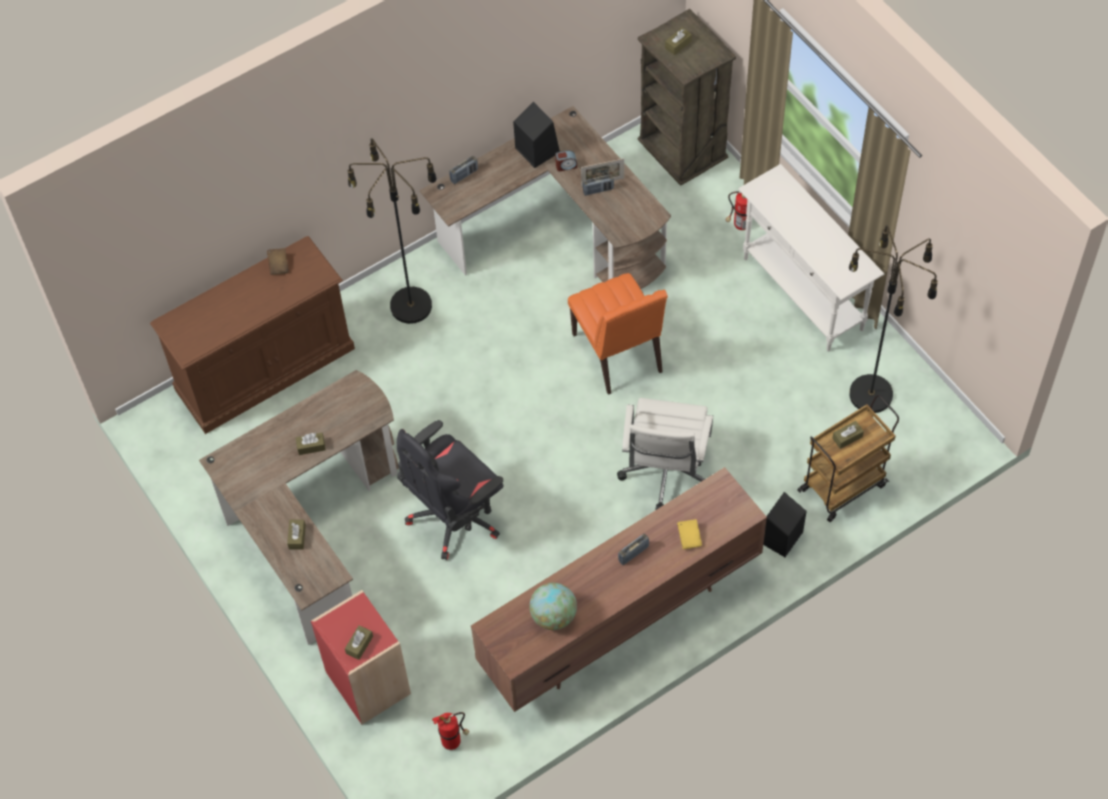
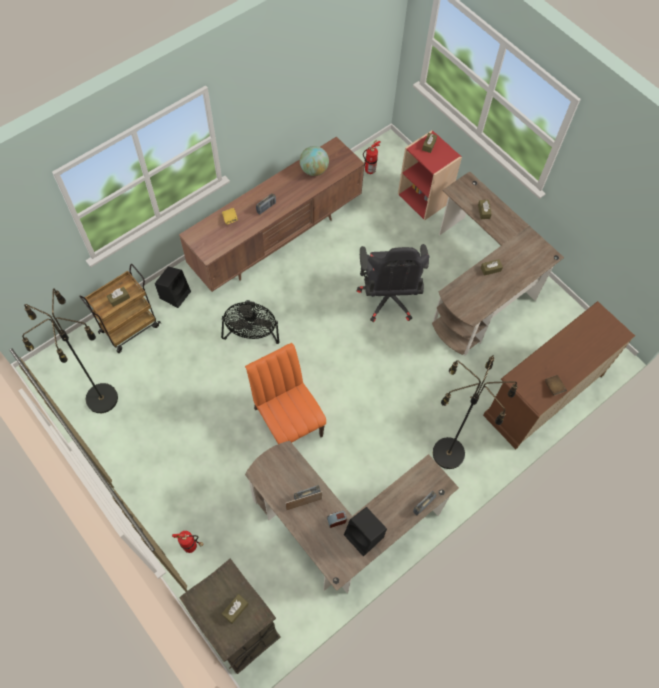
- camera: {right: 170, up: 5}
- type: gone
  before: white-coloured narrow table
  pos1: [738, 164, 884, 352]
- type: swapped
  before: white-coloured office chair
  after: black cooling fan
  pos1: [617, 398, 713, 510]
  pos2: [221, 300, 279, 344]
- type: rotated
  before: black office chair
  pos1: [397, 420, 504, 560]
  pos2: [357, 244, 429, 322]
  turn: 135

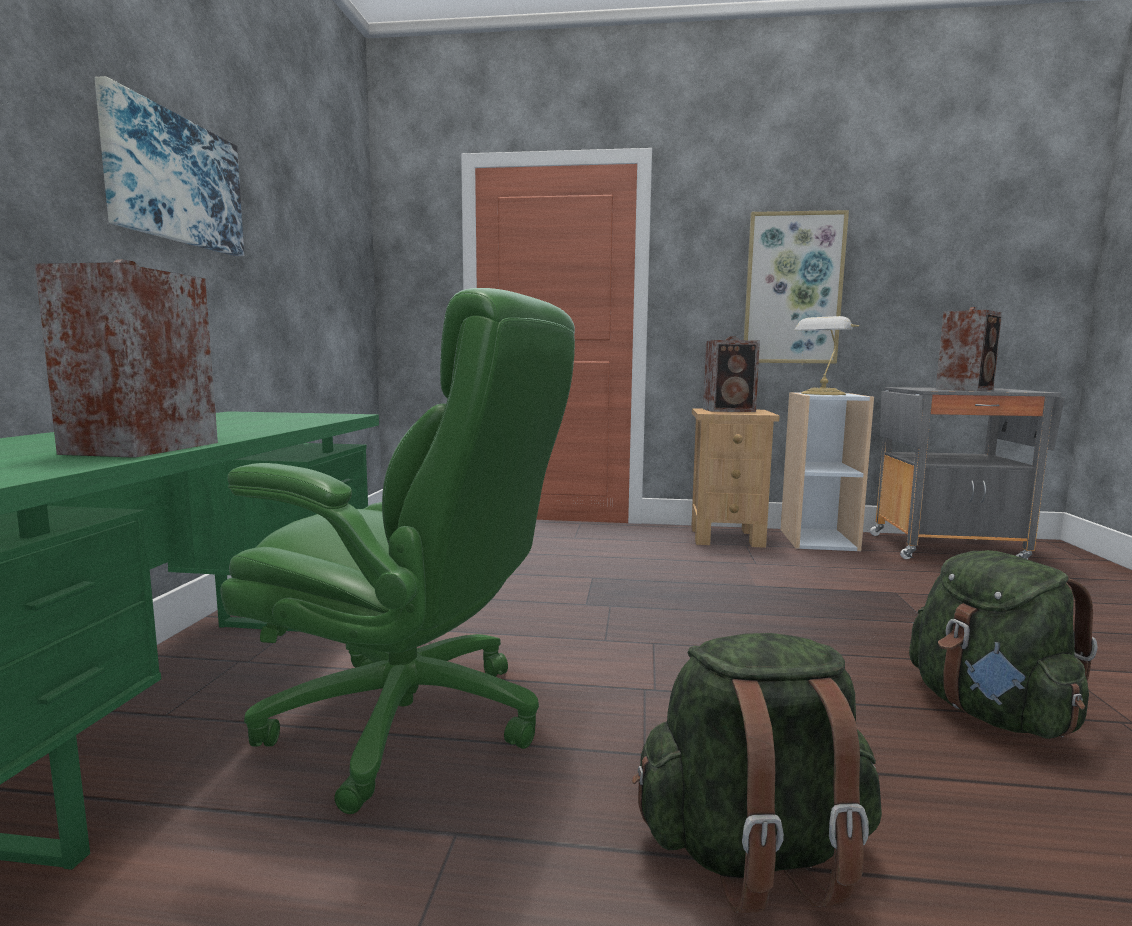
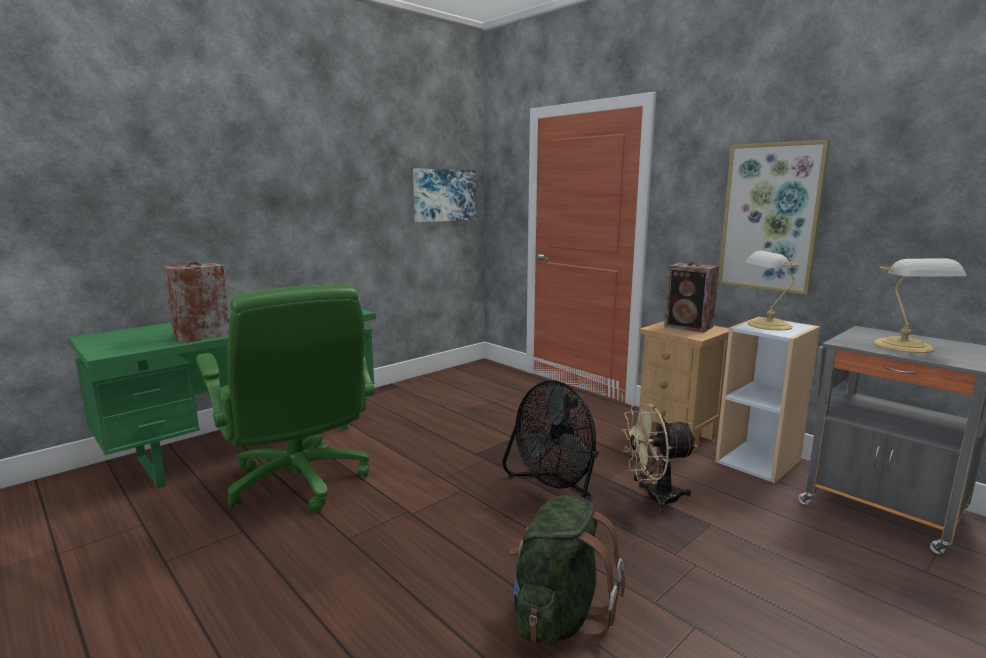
- camera: {right: 40, up: 5}
- type: gone
  before: green-coloured knapsack
  pos1: [632, 633, 882, 913]
- type: new
  after: black cooling fan
  pos2: [503, 380, 599, 502]
- type: new
  after: beige-coloured cooling fan
  pos2: [621, 404, 697, 512]
- type: shifted
  before: wall picture
  pos1: [94, 76, 244, 256]
  pos2: [413, 169, 476, 222]
- type: swapped
  before: audio speaker
  after: tabletop lamp
  pos1: [936, 307, 1002, 391]
  pos2: [874, 259, 966, 353]

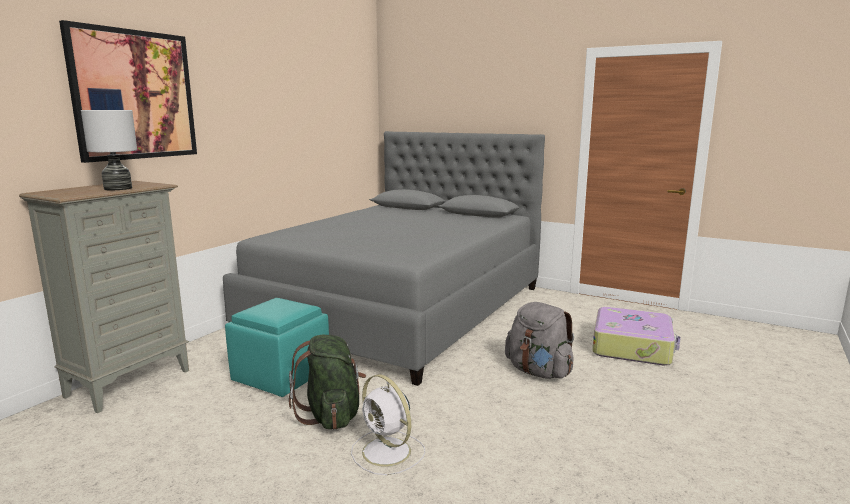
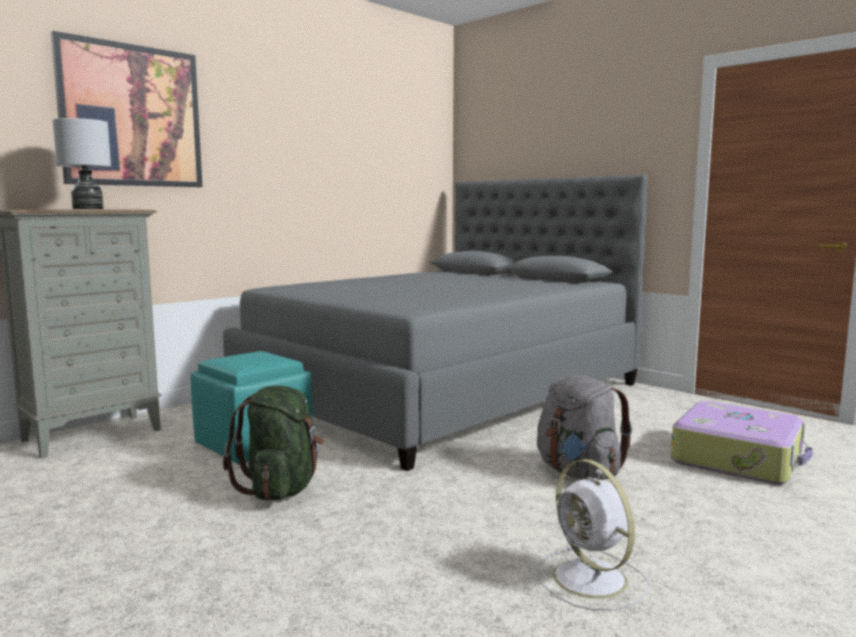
- camera: {right: 15, up: -5}
- type: shifted
  before: white-coloured cooling fan
  pos1: [351, 374, 425, 475]
  pos2: [537, 459, 651, 610]

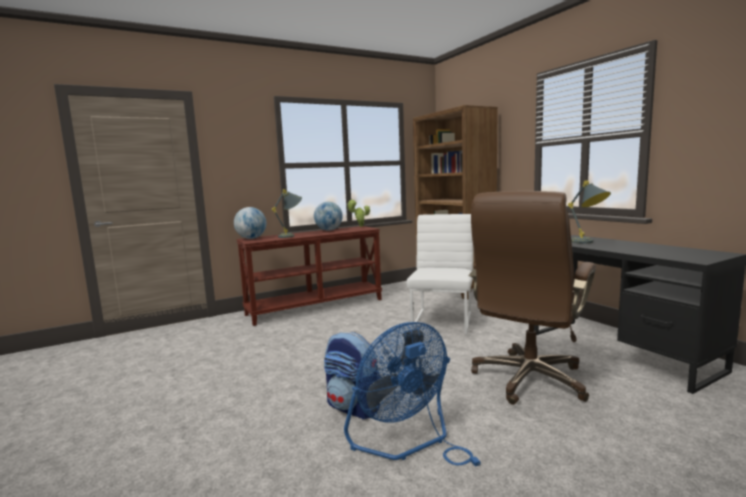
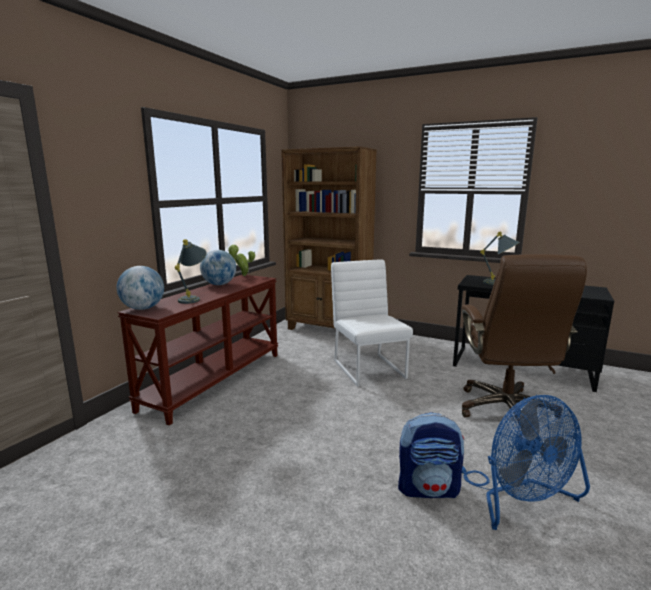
- camera: {right: -35, up: 5}
- type: rotated
  before: blue-coloured cooling fan
  pos1: [344, 322, 481, 466]
  pos2: [462, 395, 590, 530]
  turn: -135

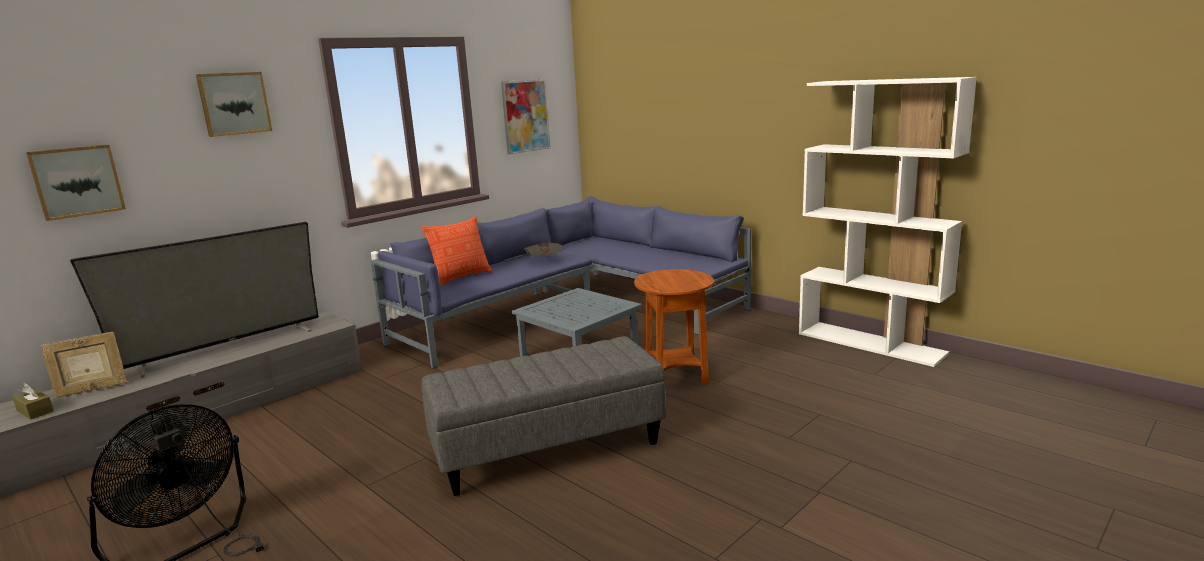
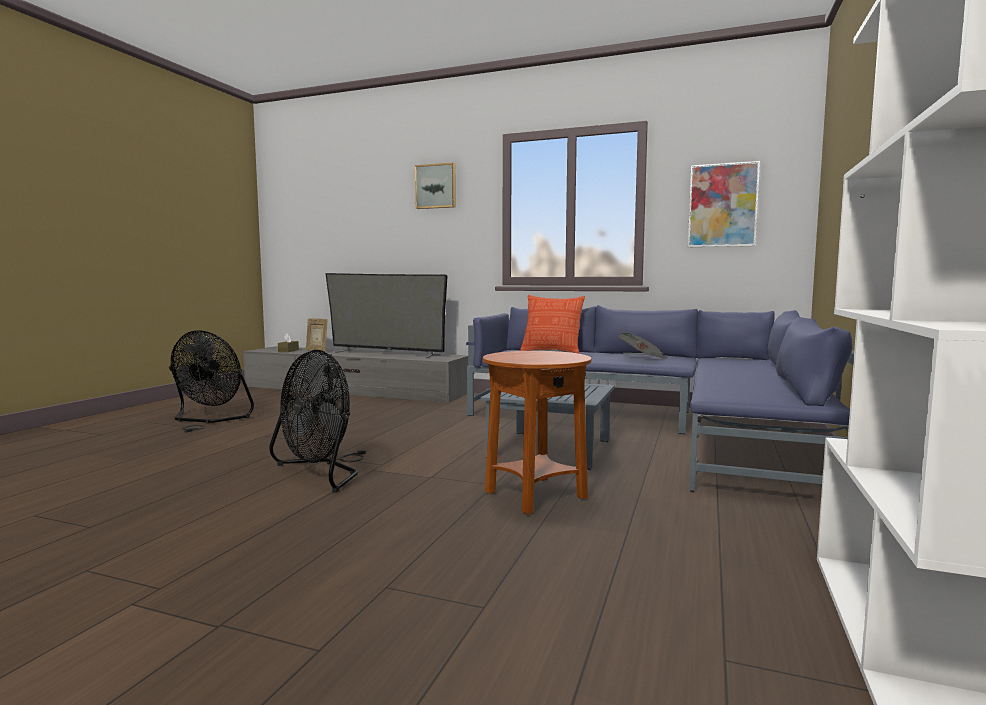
- camera: {right: 65, up: -10}
- type: gone
  before: wall picture
  pos1: [26, 144, 126, 221]
- type: swapped
  before: grey pouffe
  after: black cooling fan
  pos1: [421, 336, 666, 496]
  pos2: [269, 350, 366, 493]

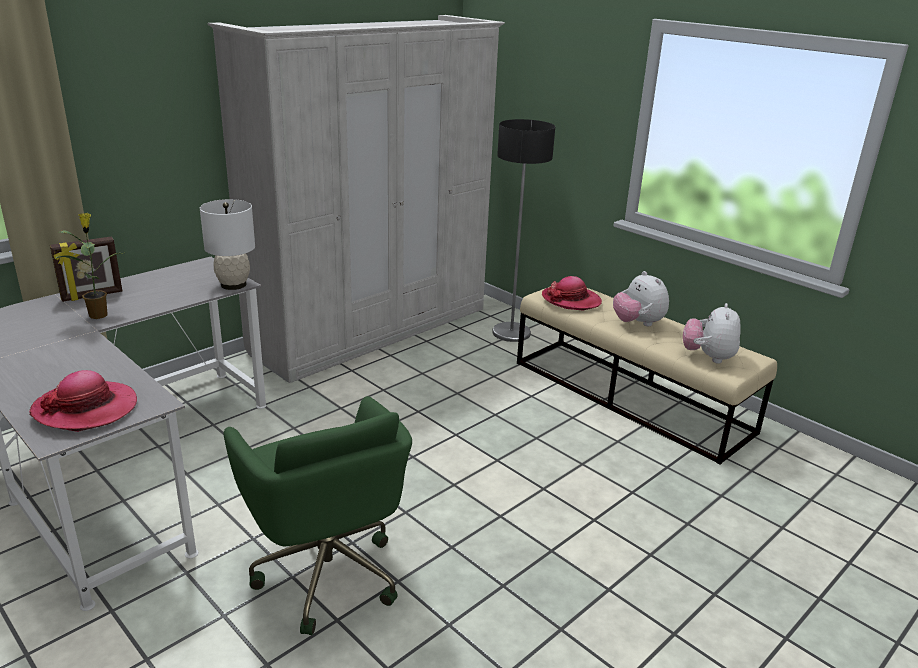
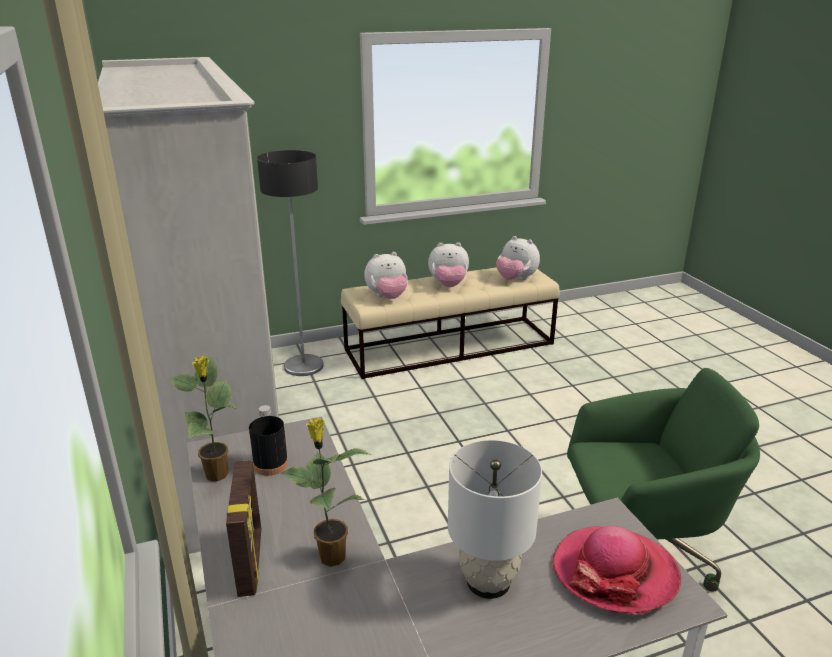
- camera: {right: -65, up: 0}
- type: new
  after: plant in a pot
  pos2: [169, 355, 237, 481]
- type: new
  after: black drink bottle
  pos2: [249, 405, 288, 475]
- type: shifted
  before: white-coloured tabletop lamp
  pos1: [200, 199, 255, 290]
  pos2: [448, 440, 542, 599]
- type: swapped
  before: wearable hat
  after: cuddly toy
  pos1: [542, 276, 602, 311]
  pos2: [364, 252, 408, 299]

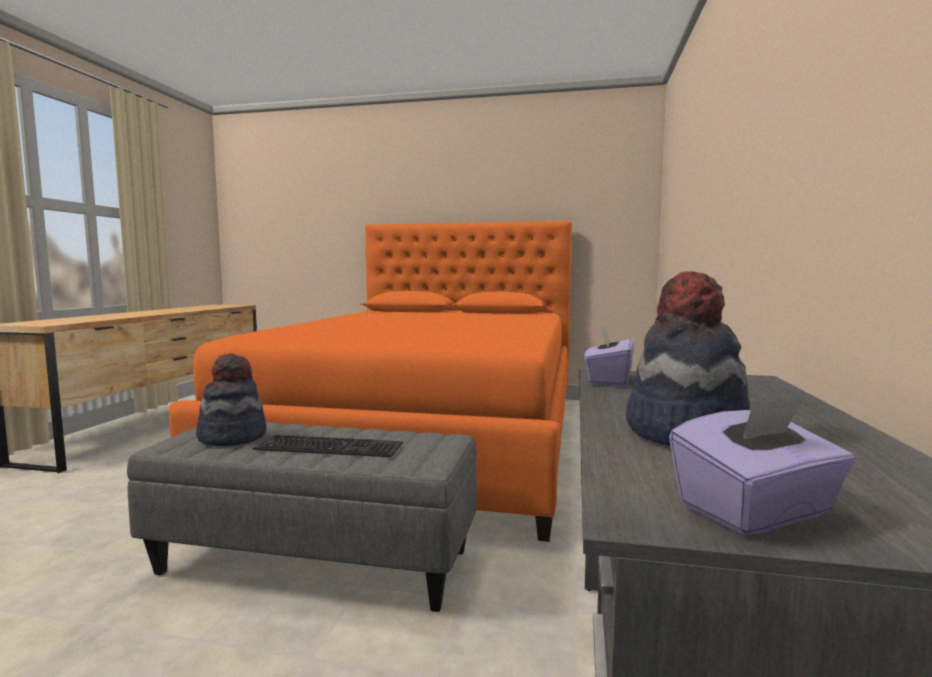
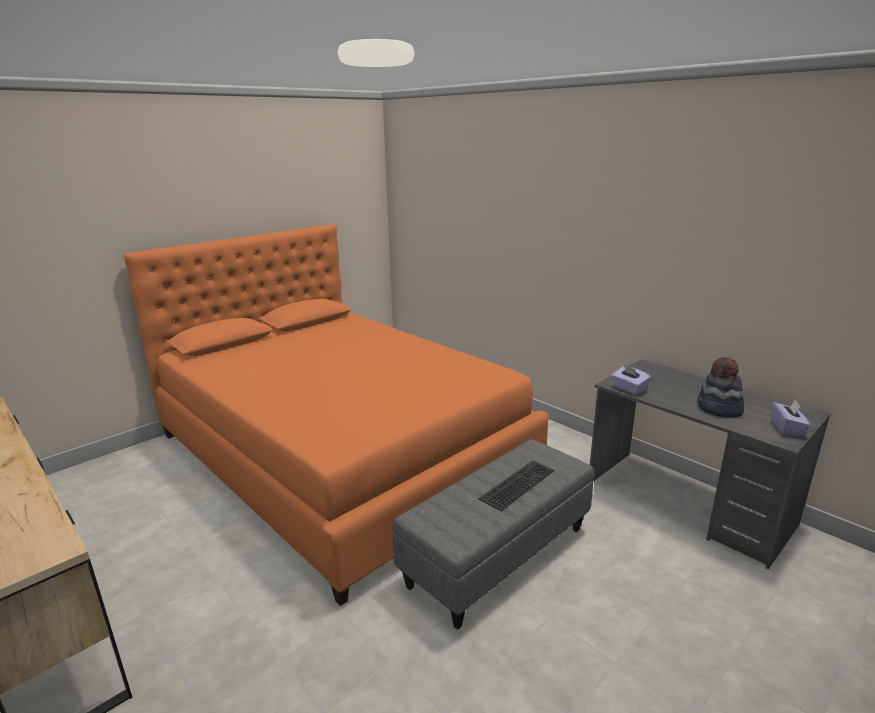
- camera: {right: -55, up: 15}
- type: gone
  before: wearable hat
  pos1: [196, 353, 266, 446]

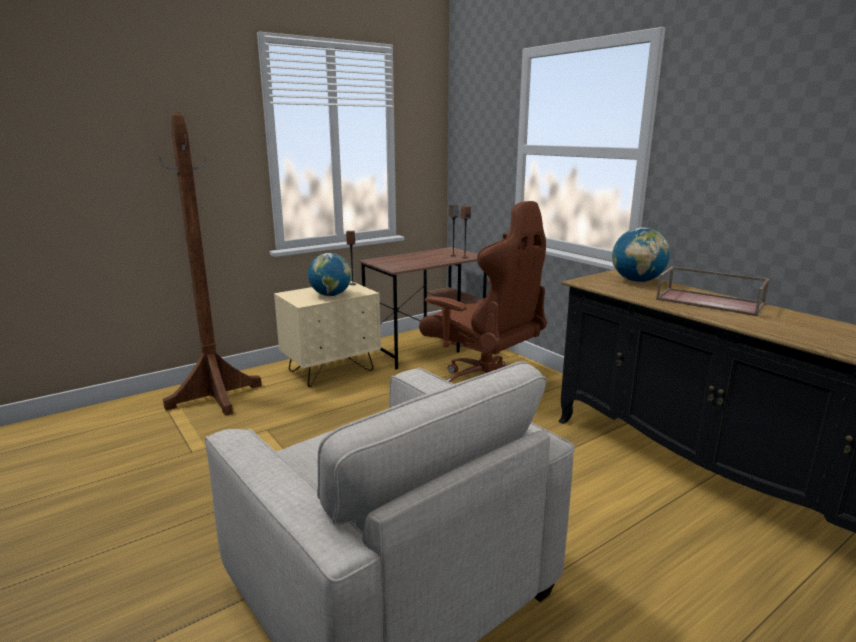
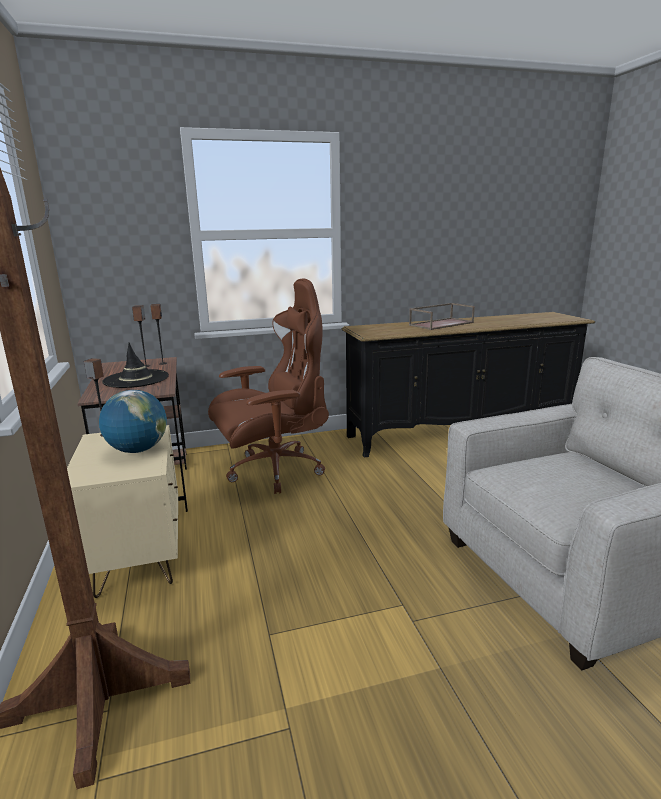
- camera: {right: -70, up: 0}
- type: gone
  before: world globe
  pos1: [612, 227, 670, 283]
- type: new
  after: black wearable hat
  pos2: [102, 343, 169, 388]

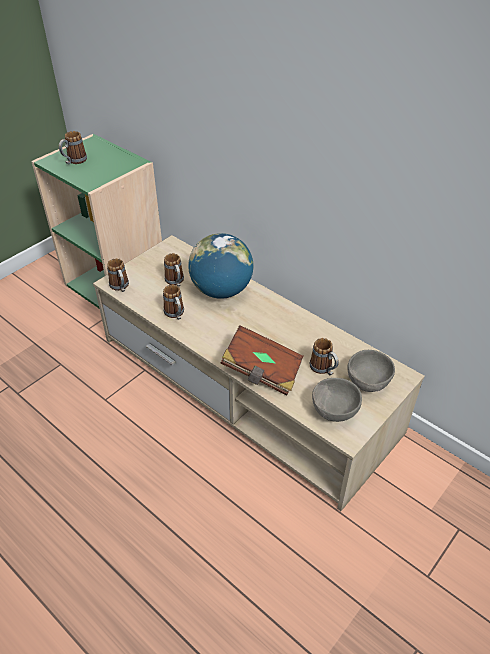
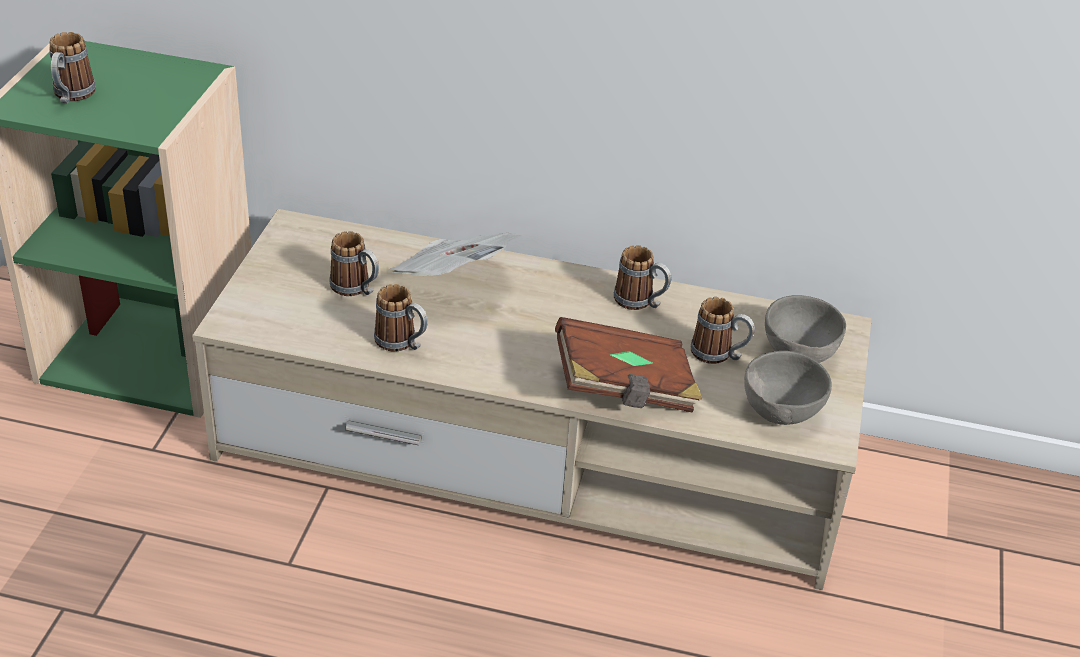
- camera: {right: -30, up: -5}
- type: shifted
  before: mug
  pos1: [107, 258, 129, 292]
  pos2: [614, 245, 671, 310]
- type: swapped
  before: world globe
  after: daily paper
  pos1: [188, 233, 254, 299]
  pos2: [389, 233, 521, 276]

